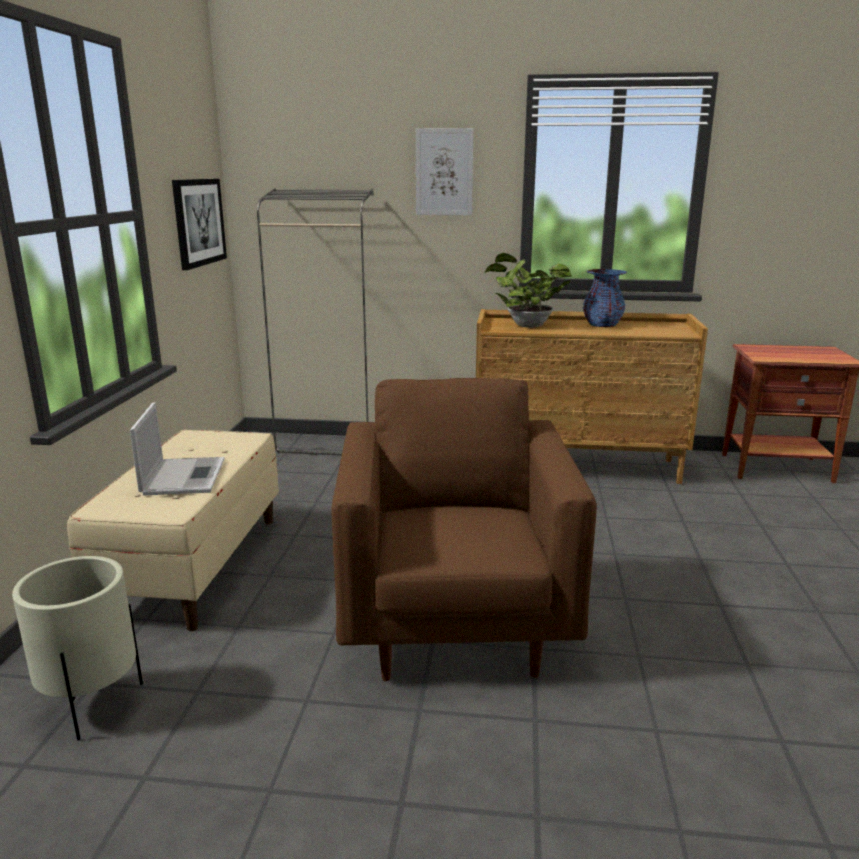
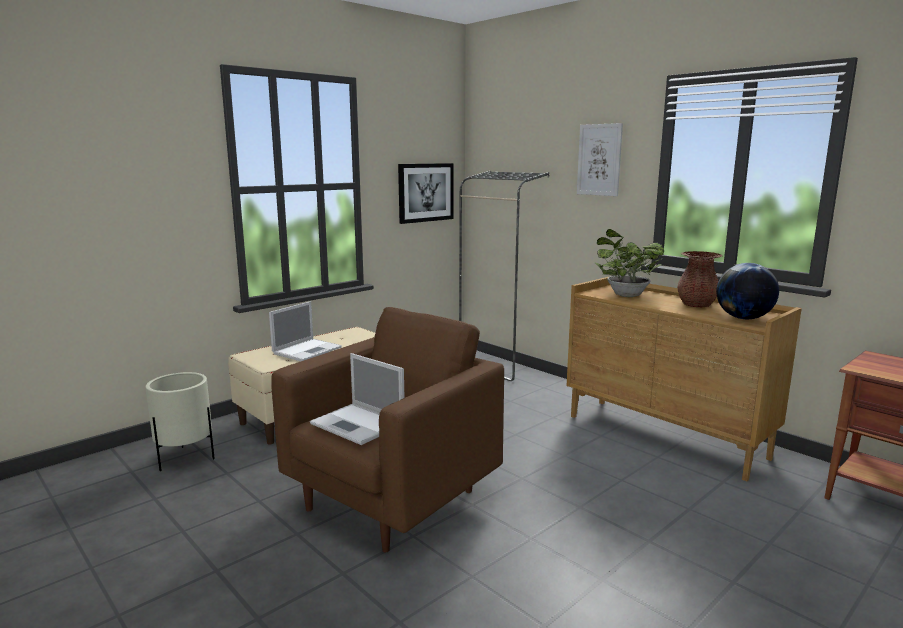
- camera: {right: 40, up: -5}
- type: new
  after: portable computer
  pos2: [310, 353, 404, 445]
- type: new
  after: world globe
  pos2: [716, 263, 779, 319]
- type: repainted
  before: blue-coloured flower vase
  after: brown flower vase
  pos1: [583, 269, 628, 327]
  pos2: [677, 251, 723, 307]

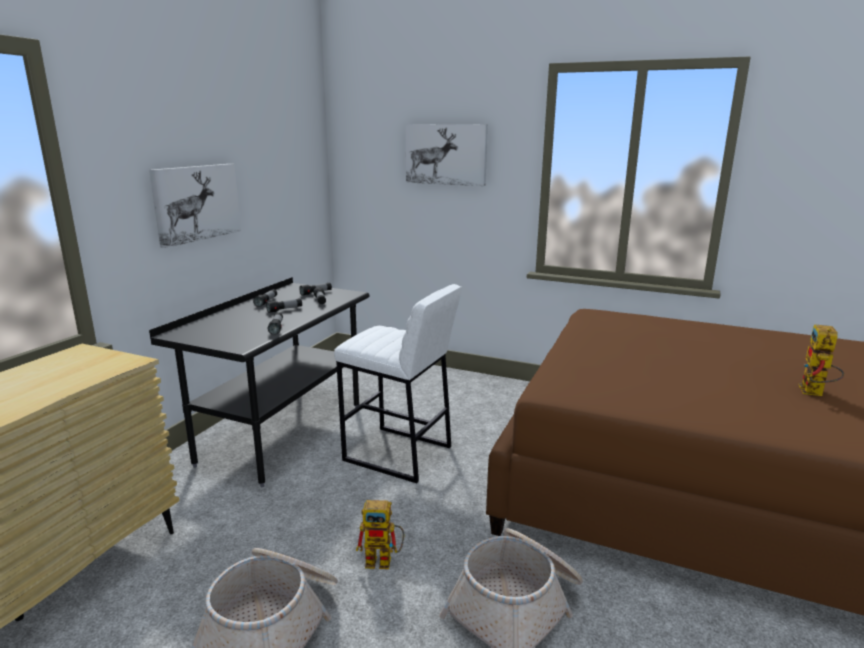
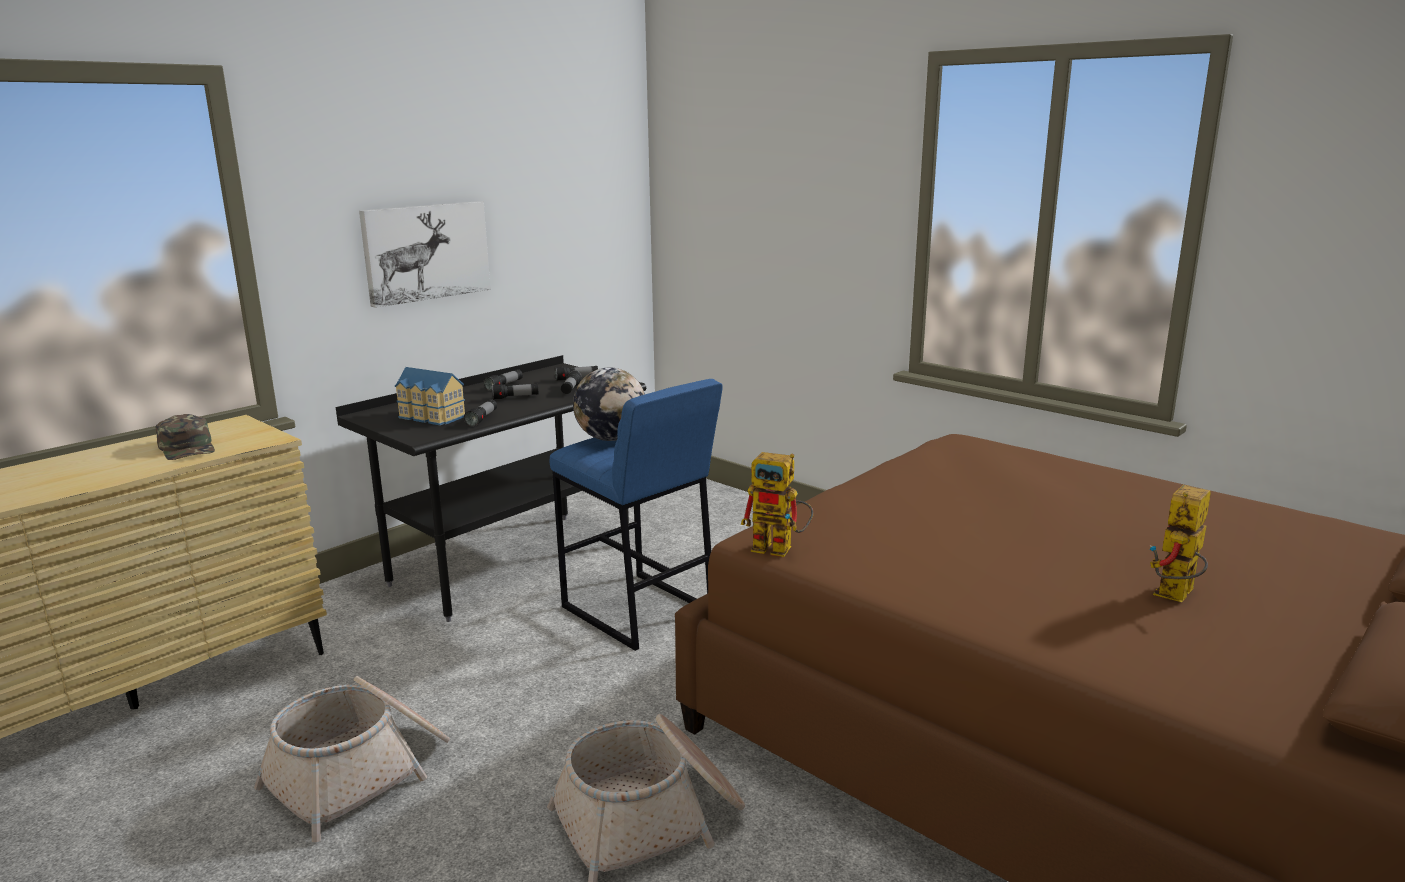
- camera: {right: 20, up: 0}
- type: gone
  before: wall picture
  pos1: [406, 124, 488, 186]
- type: new
  after: green-coloured peaked cap
  pos2: [155, 414, 215, 460]
- type: new
  after: miniature house
  pos2: [395, 367, 465, 425]
- type: new
  after: world globe
  pos2: [573, 367, 645, 441]
- type: shifted
  before: toy robot
  pos1: [356, 500, 404, 569]
  pos2: [741, 452, 813, 557]
- type: repainted
  before: white-coloured stool
  after: blue-coloured stool
  pos1: [334, 284, 462, 483]
  pos2: [550, 379, 723, 651]

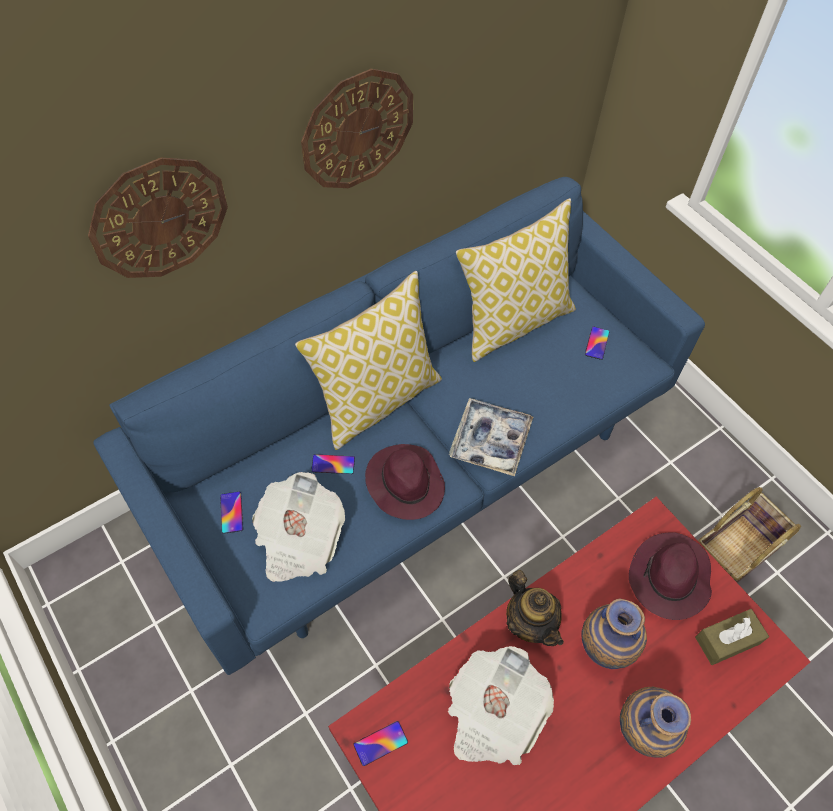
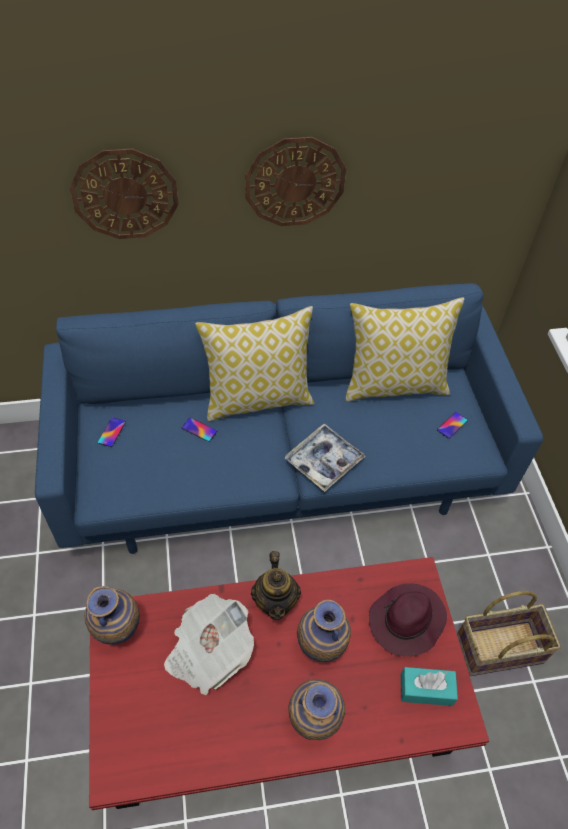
- camera: {right: 25, up: -5}
- type: gone
  before: daily paper
  pos1: [252, 472, 345, 582]
- type: gone
  before: purplish wearable hat
  pos1: [365, 444, 445, 520]
- type: swapped
  before: telephone
  after: flower vase
  pos1: [354, 721, 408, 766]
  pos2: [84, 586, 140, 645]
- type: repainted
  before: brown tissue holder
  after: turquoise tissue holder
  pos1: [695, 609, 769, 665]
  pos2: [401, 667, 458, 706]

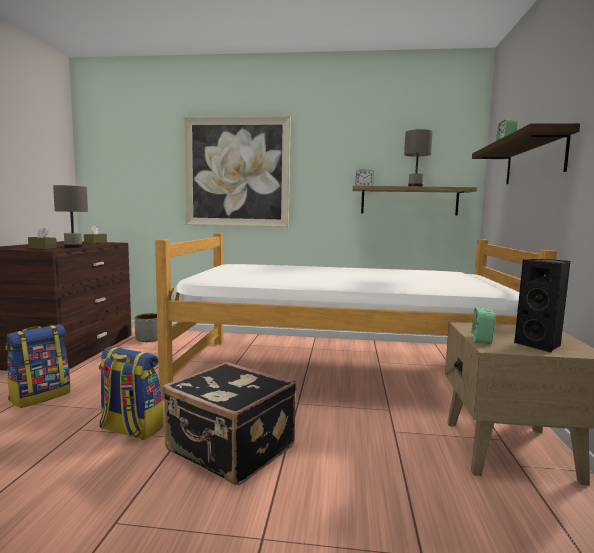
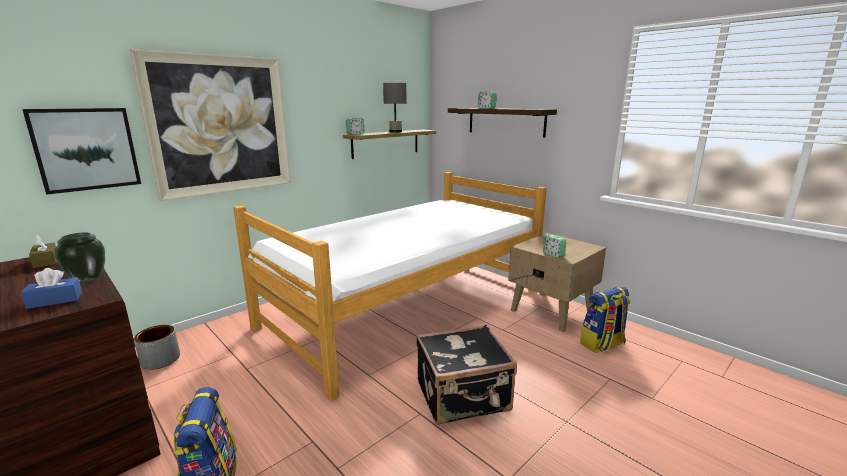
- camera: {right: -50, up: 10}
- type: gone
  before: black audio speaker
  pos1: [514, 259, 570, 352]
- type: new
  after: wall picture
  pos2: [22, 108, 141, 195]
- type: shifted
  before: knapsack
  pos1: [99, 346, 163, 440]
  pos2: [580, 286, 630, 353]
- type: swapped
  before: grey tabletop lamp
  after: flower vase
  pos1: [53, 185, 88, 248]
  pos2: [55, 232, 105, 285]
- type: repainted
  before: brown tissue holder
  after: blue-coloured tissue holder
  pos1: [28, 227, 57, 249]
  pos2: [21, 268, 82, 309]

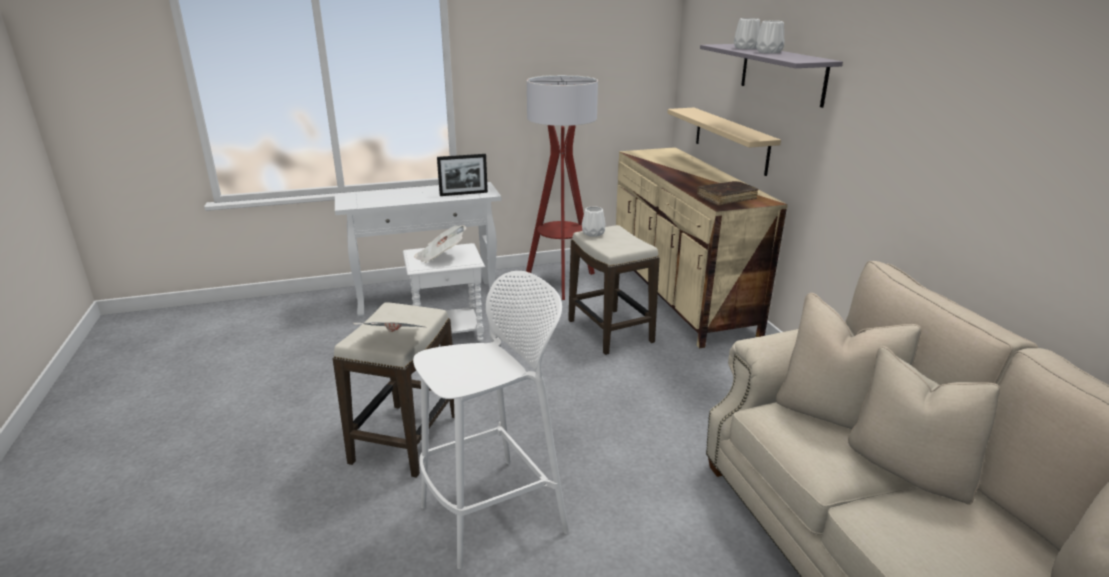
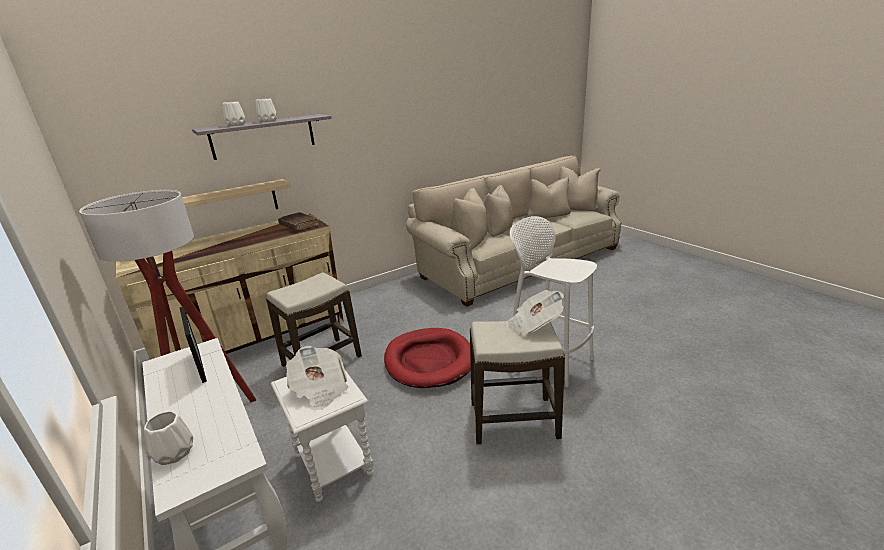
- camera: {right: -105, up: 0}
- type: new
  after: reddish pet bed
  pos2: [384, 328, 471, 388]
- type: shifted
  before: white-coloured flower vase
  pos1: [582, 206, 606, 236]
  pos2: [144, 411, 193, 465]

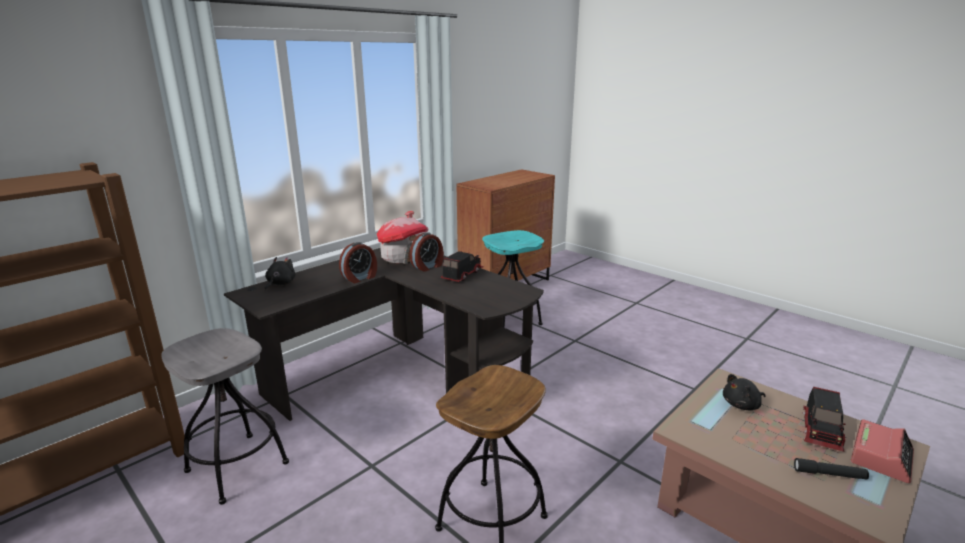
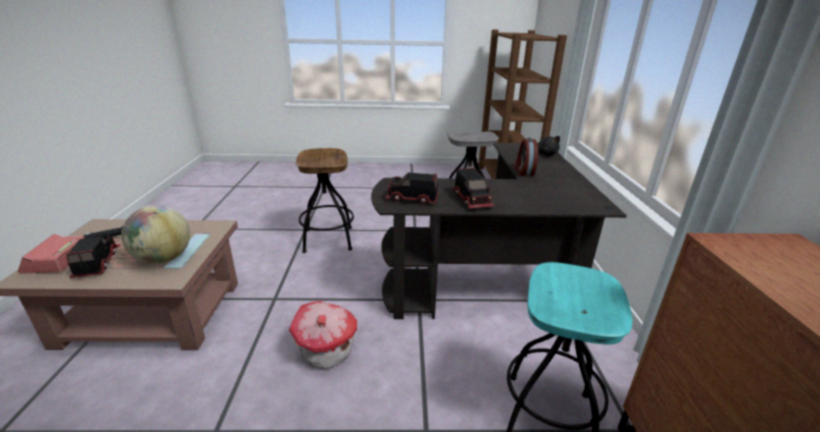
- camera: {right: 135, up: 5}
- type: gone
  before: bedside clock
  pos1: [410, 232, 444, 272]
- type: new
  after: model truck
  pos2: [385, 172, 439, 204]
- type: shifted
  before: miniature house
  pos1: [377, 211, 429, 264]
  pos2: [289, 301, 357, 368]
- type: swapped
  before: black cuddly toy
  after: world globe
  pos1: [723, 374, 766, 411]
  pos2: [121, 205, 190, 264]

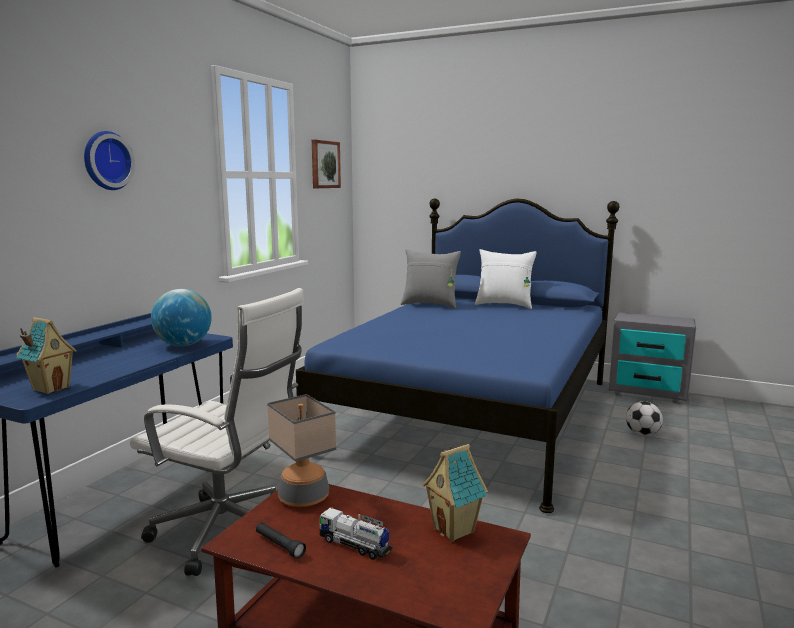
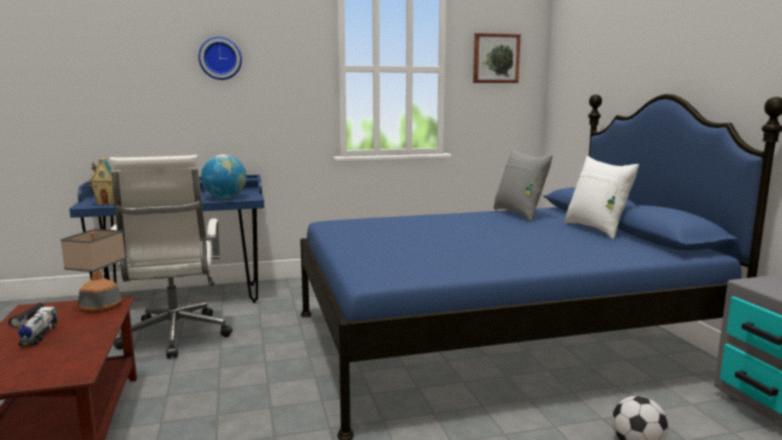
- camera: {right: 50, up: 0}
- type: gone
  before: miniature house
  pos1: [422, 444, 488, 542]

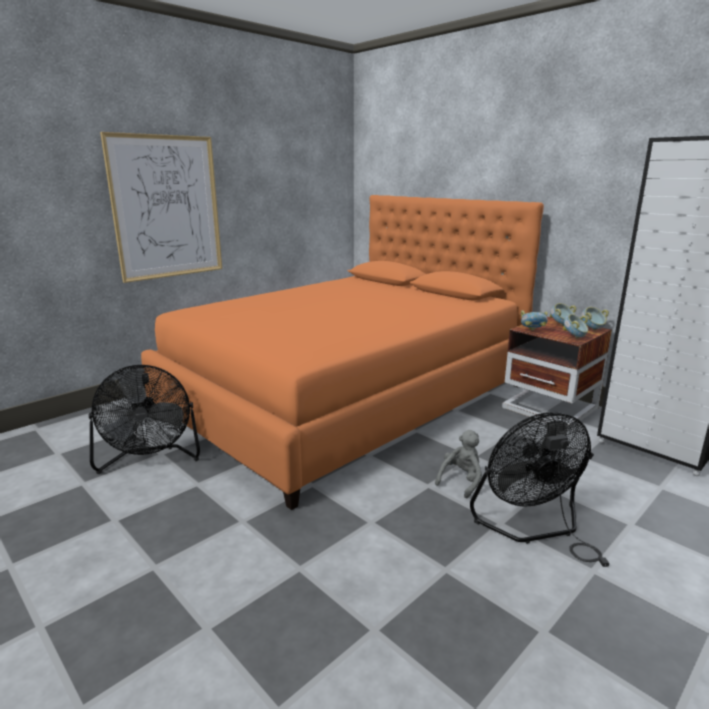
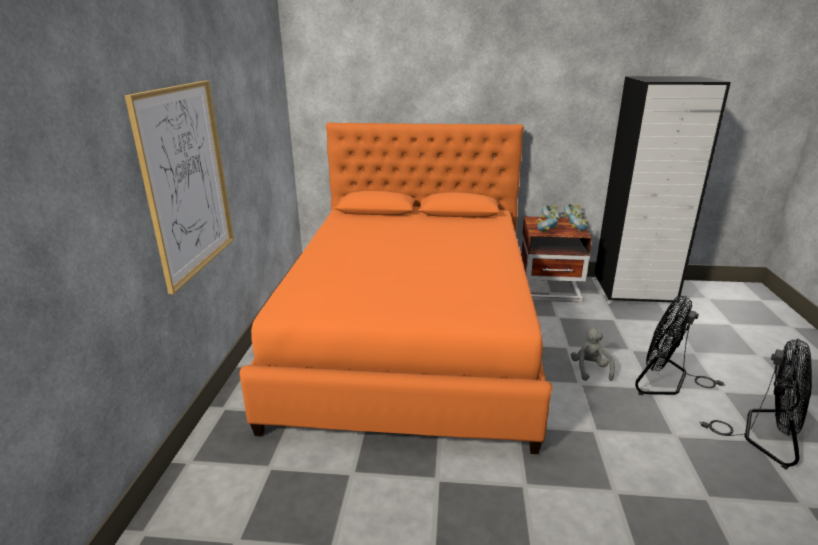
- camera: {right: -40, up: 5}
- type: shifted
  before: black cooling fan
  pos1: [89, 365, 200, 474]
  pos2: [701, 339, 812, 470]

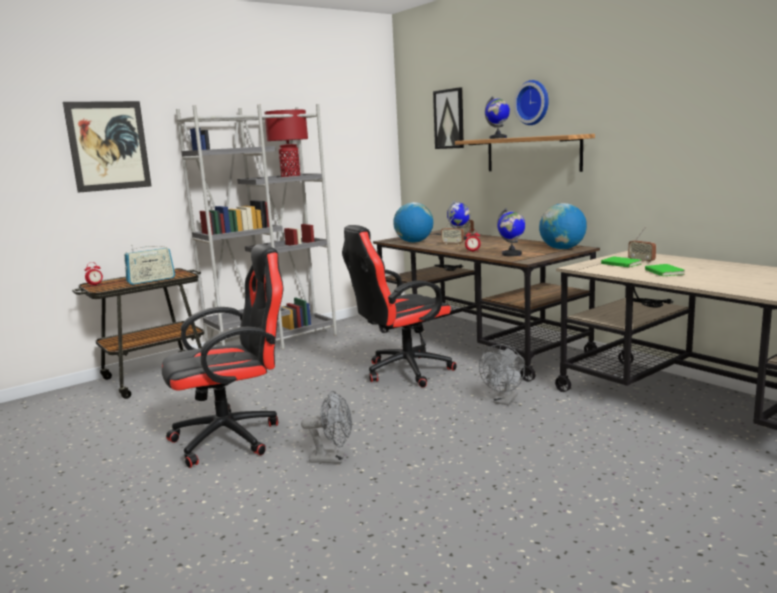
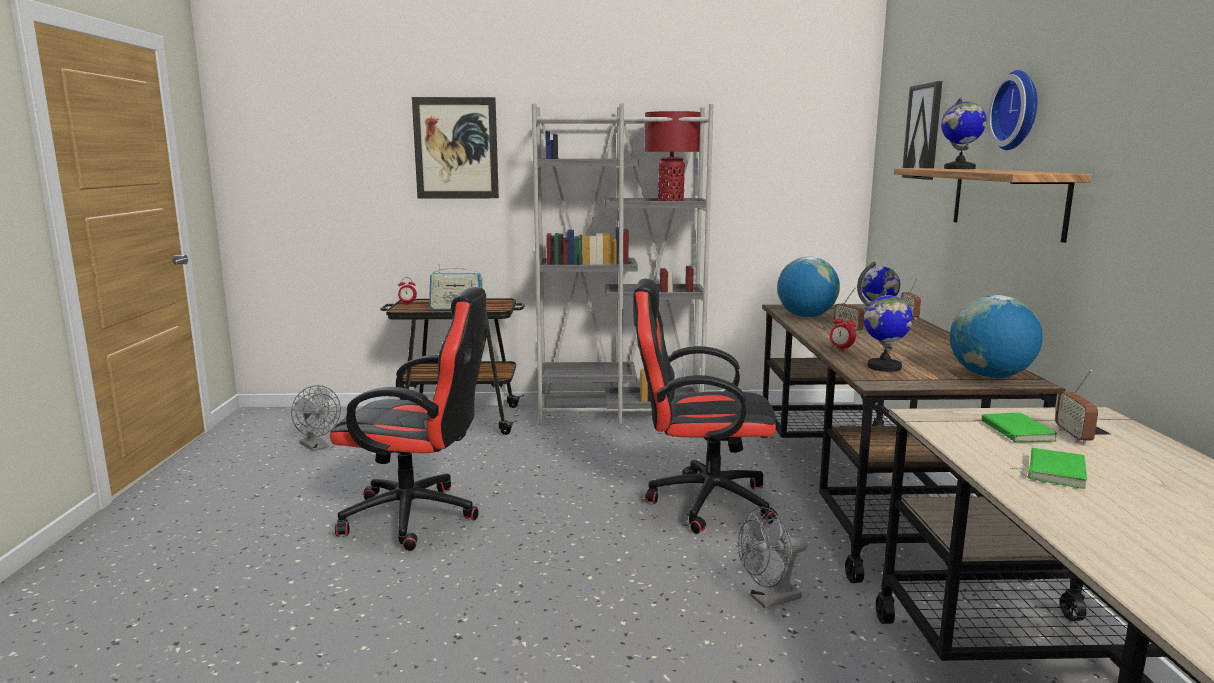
- camera: {right: 35, up: 0}
- type: shifted
  before: grey cooling fan
  pos1: [301, 391, 352, 463]
  pos2: [291, 385, 341, 451]

